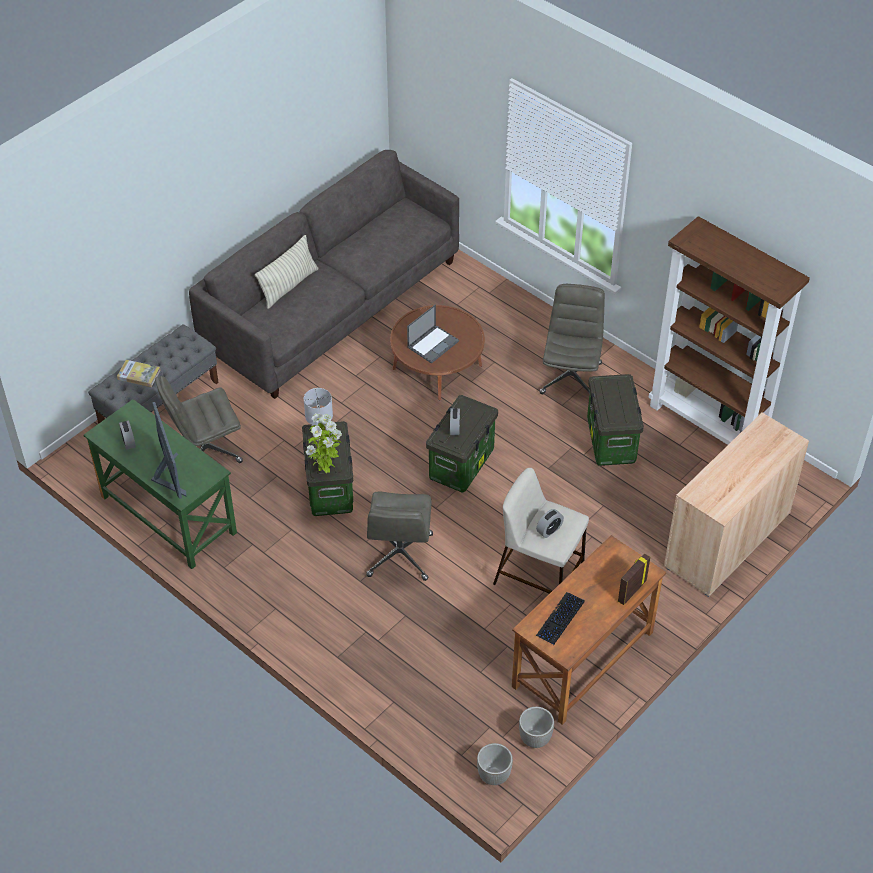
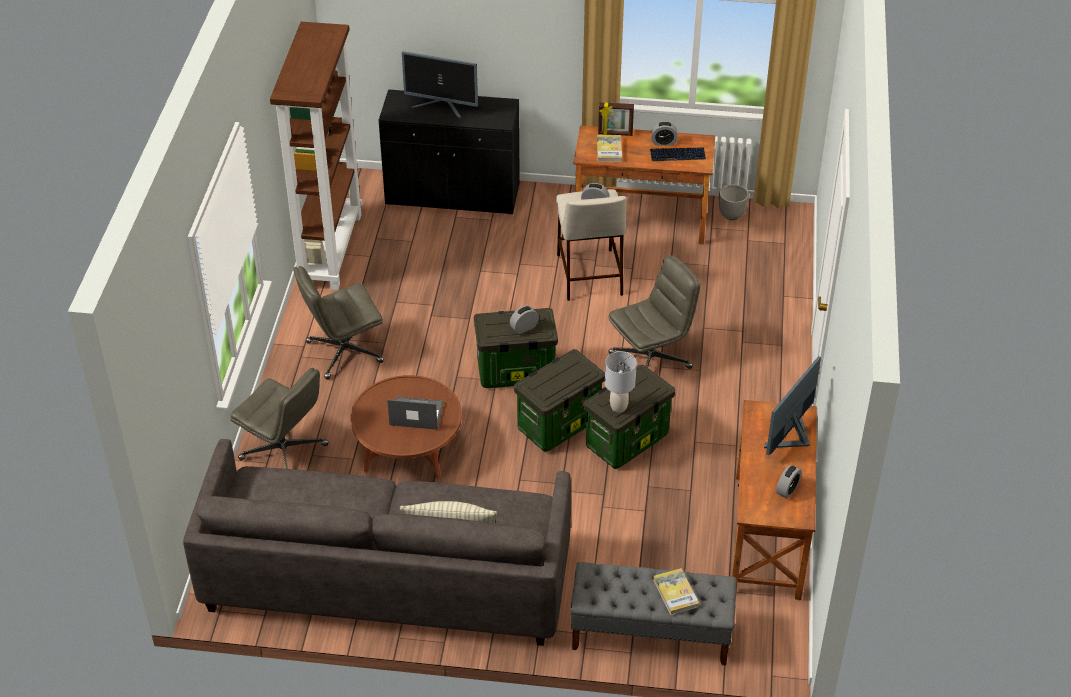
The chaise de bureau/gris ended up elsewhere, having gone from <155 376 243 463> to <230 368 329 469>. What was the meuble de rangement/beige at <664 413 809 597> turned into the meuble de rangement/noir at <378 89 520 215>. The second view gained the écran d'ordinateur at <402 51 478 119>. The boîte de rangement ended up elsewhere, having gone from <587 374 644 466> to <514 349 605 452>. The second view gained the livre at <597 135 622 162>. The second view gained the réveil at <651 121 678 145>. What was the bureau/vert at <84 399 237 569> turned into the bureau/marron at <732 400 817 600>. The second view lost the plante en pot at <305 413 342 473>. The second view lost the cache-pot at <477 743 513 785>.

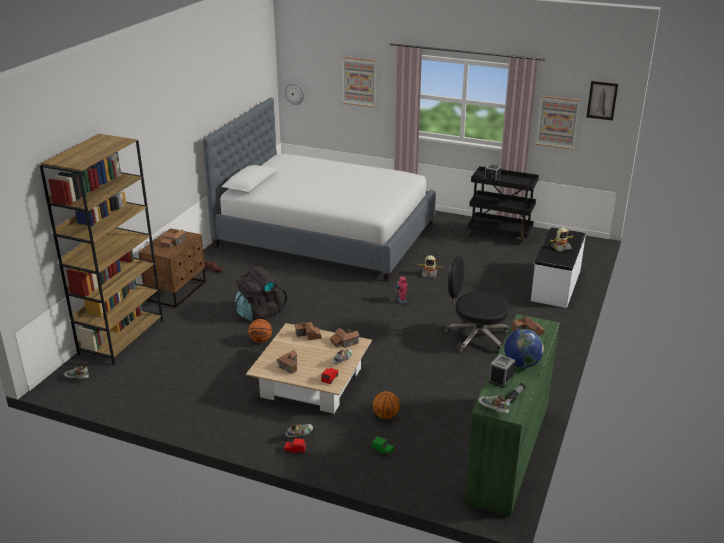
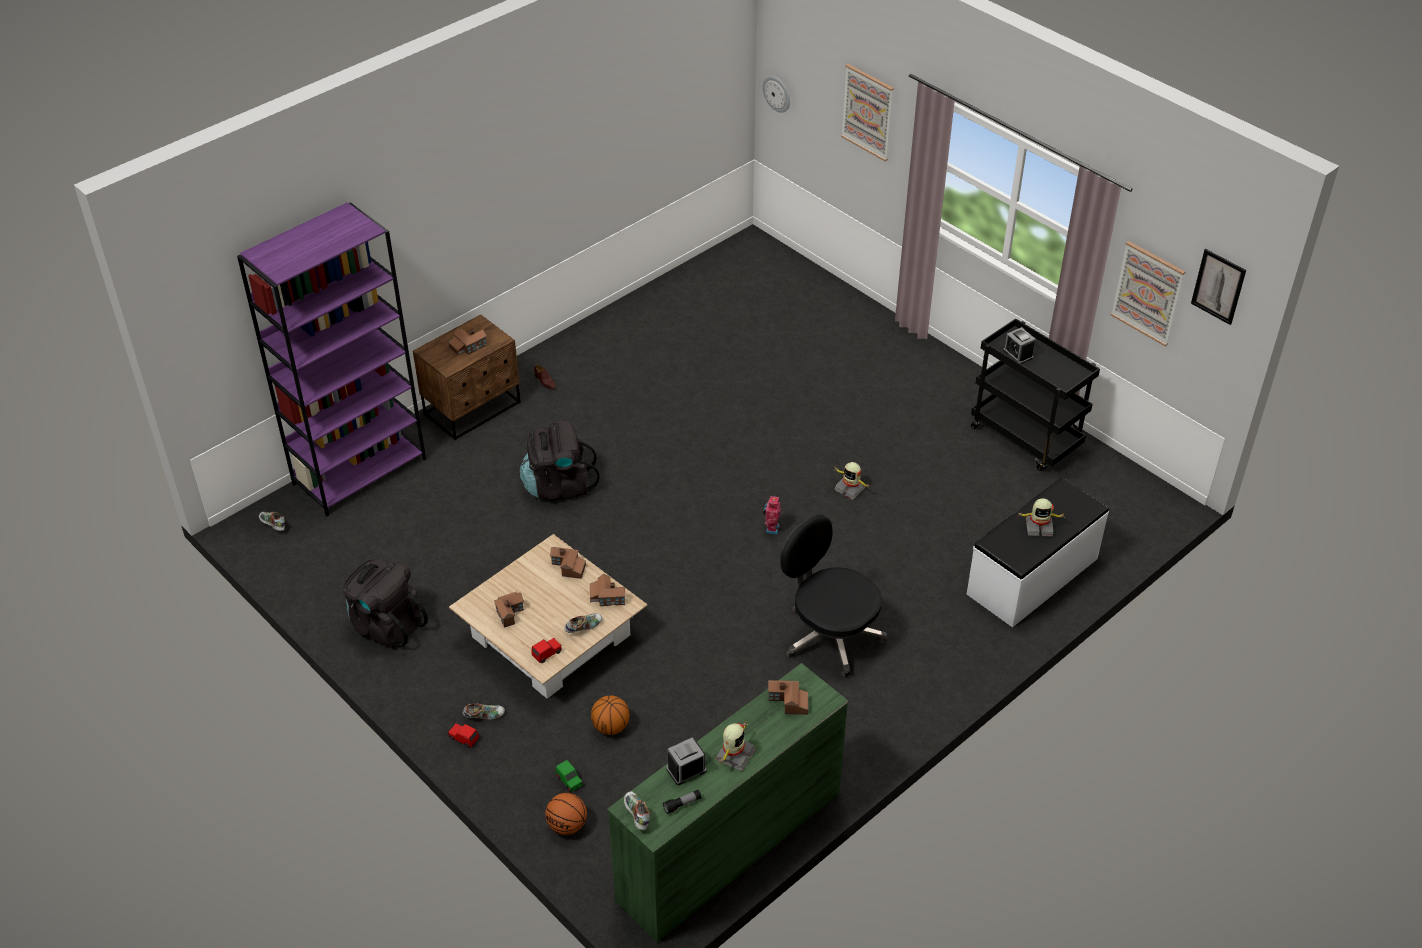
What was the bibliothèque/marron at <39 134 163 365> turned into the bibliothèque/violet at <237 202 426 517>. The second view gained the sac à dos/noir at <343 559 428 649>. The ballon de basket ended up elsewhere, having gone from <248 319 272 343> to <545 793 587 835>. Where the globe stood at <504 329 544 368>, the robot jouet came to stand at <716 720 756 771>. The second view lost the lit at <202 97 436 282>.

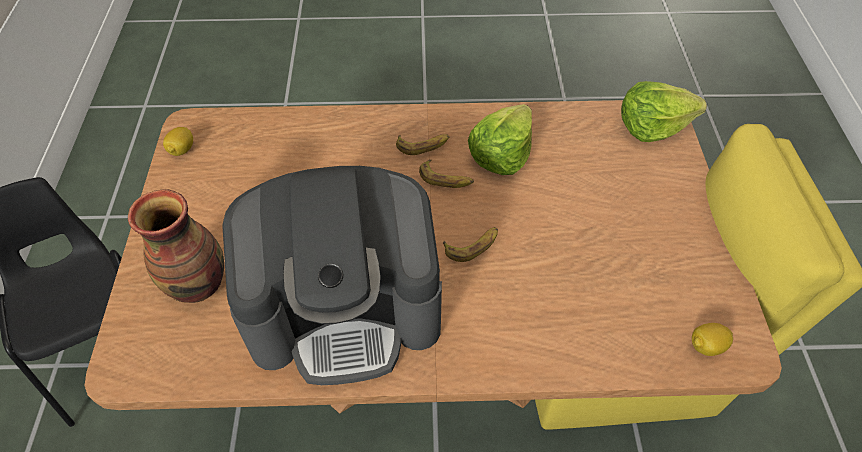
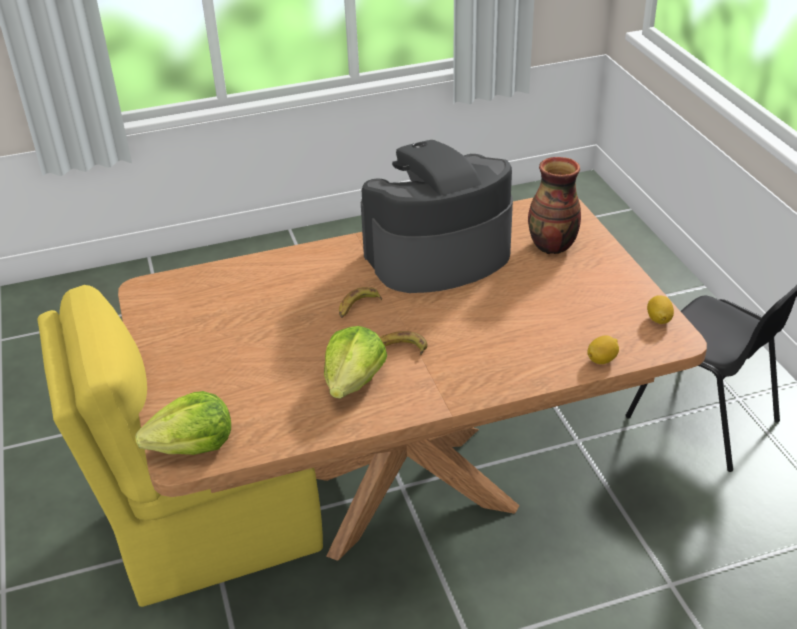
The citron ended up elsewhere, having gone from <692 323 733 356> to <587 335 619 364>. The second view lost the banane at <396 134 450 155>.

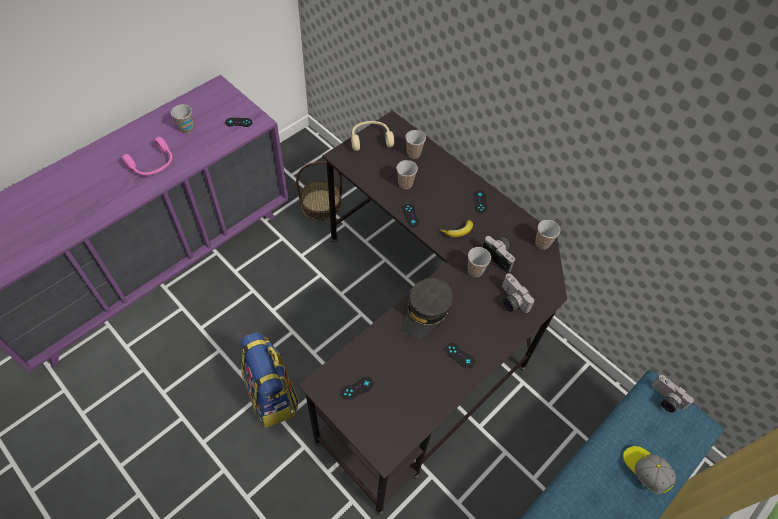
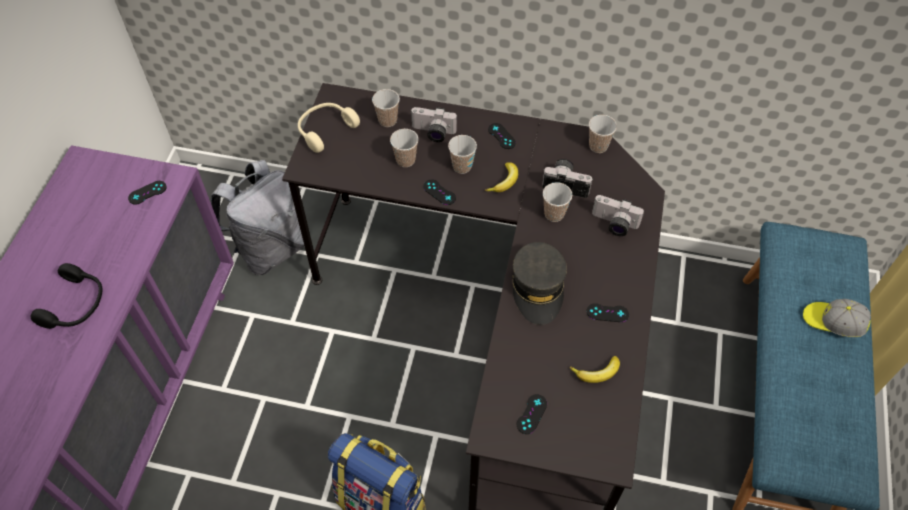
What was the casque audio/rose at <122 137 173 176> turned into the casque audio/noir at <31 263 102 329>. Where the panier stood at <296 161 342 221>, the sac à dos/gris came to stand at <211 160 304 275>. The appareil photo ended up elsewhere, having gone from <652 375 694 412> to <410 107 457 142>. The tasse ended up elsewhere, having gone from <171 104 194 134> to <448 135 477 174>. The second view gained the banane at <570 356 620 383>.

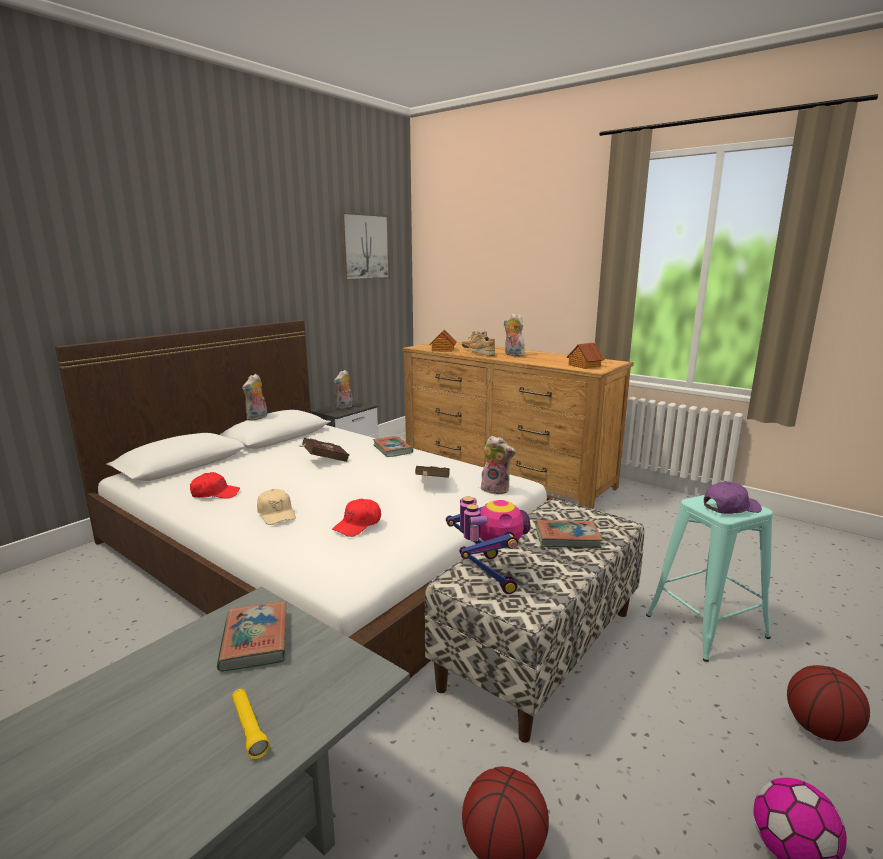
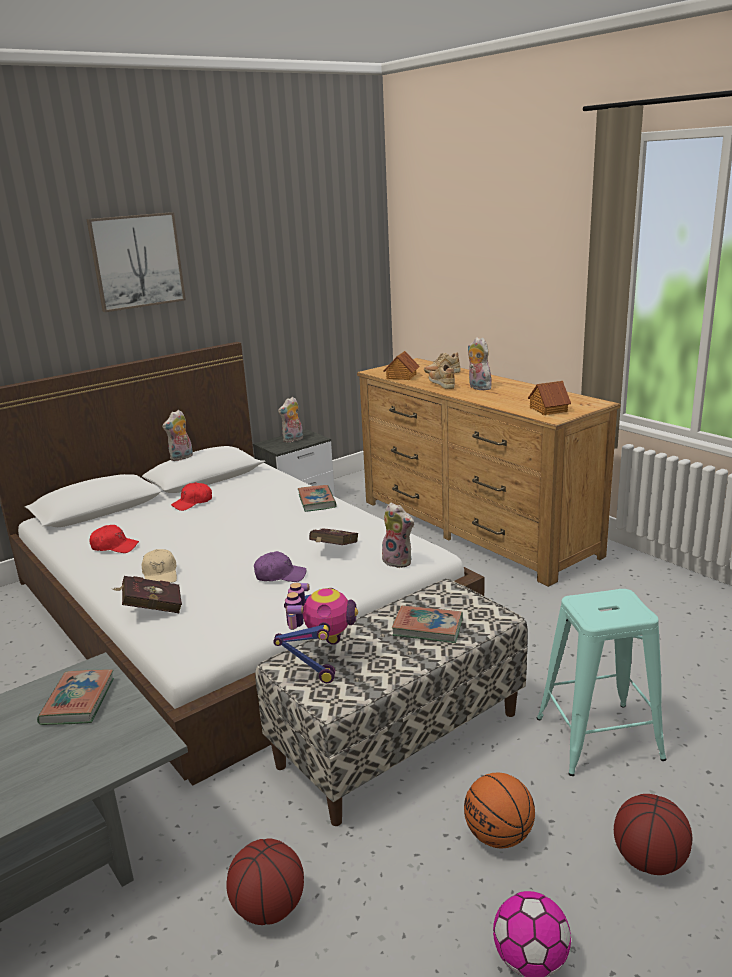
The tableau ended up elsewhere, having gone from <340 212 390 280> to <87 212 186 312>. The livre/rouge ended up elsewhere, having gone from <299 438 349 462> to <114 576 182 613>. The casquette/rouge ended up elsewhere, having gone from <332 499 381 537> to <171 482 212 511>. The casquette/violet ended up elsewhere, having gone from <704 481 762 514> to <254 551 306 582>. The second view gained the ballon de basket at <464 773 535 848>. The second view lost the lampe de poche/jaune at <232 689 270 759>.

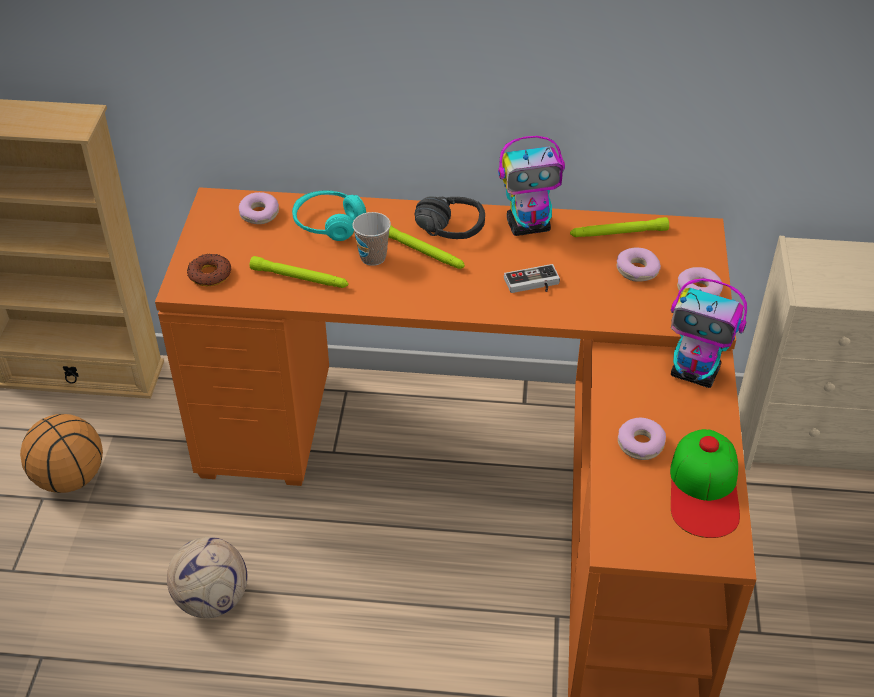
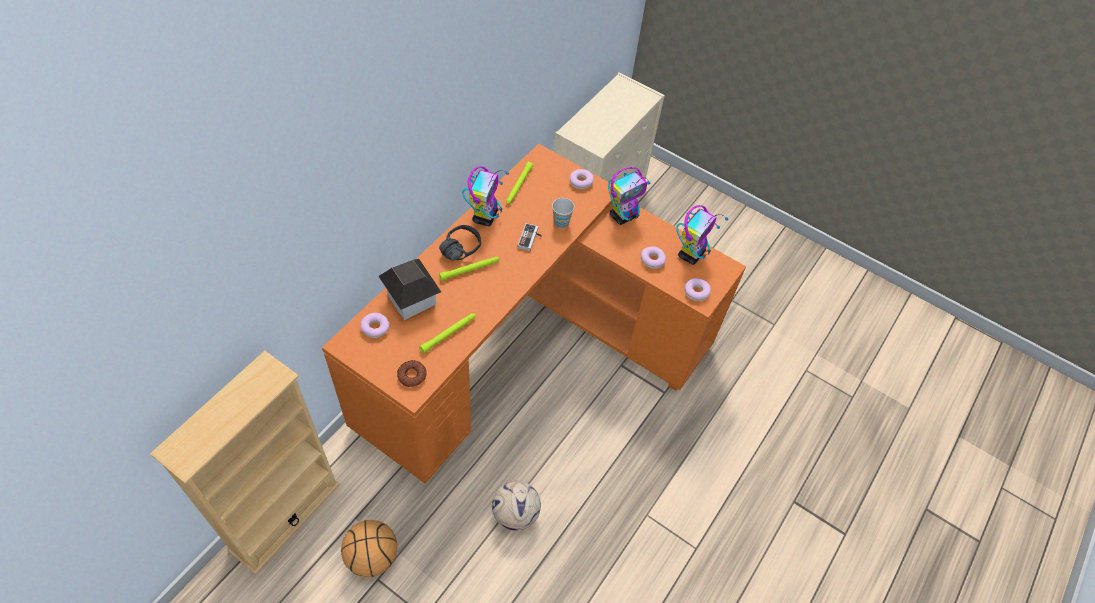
Where the casque audio/turquoise stood at <292 191 366 241>, the maison miniature came to stand at <378 259 441 320>. The tasse ended up elsewhere, having gone from <352 212 391 266> to <552 198 574 229>. Where the casquette stood at <670 429 740 538>, the robot jouet came to stand at <676 205 728 265>. The beignet ended up elsewhere, having gone from <617 247 661 282> to <685 278 711 301>.

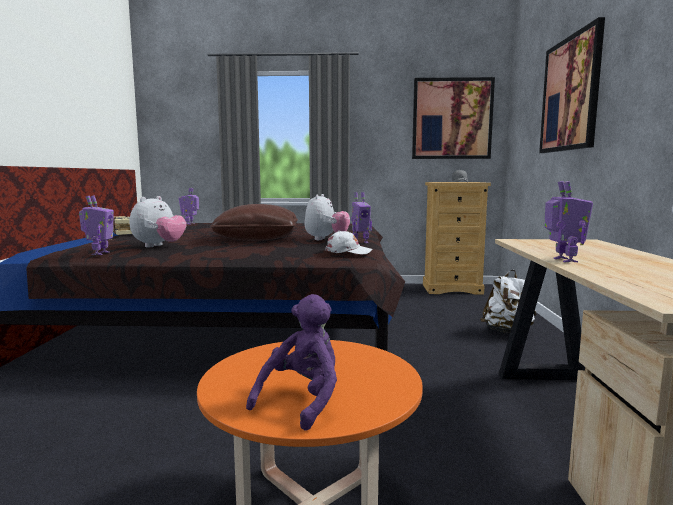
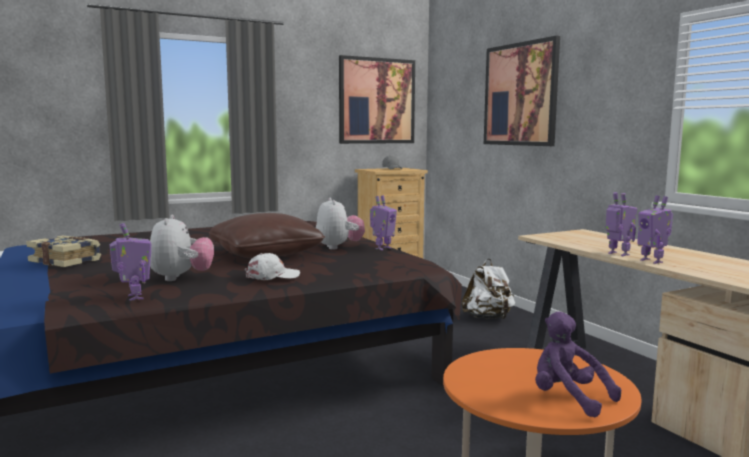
The casquette/blanc ended up elsewhere, having gone from <326 231 372 254> to <245 253 300 280>. The peluche/violet at <246 294 337 431> ended up facing another way, 45 degrees counterclockwise from before. The robot jouet ended up elsewhere, having gone from <179 188 199 225> to <638 195 673 264>.

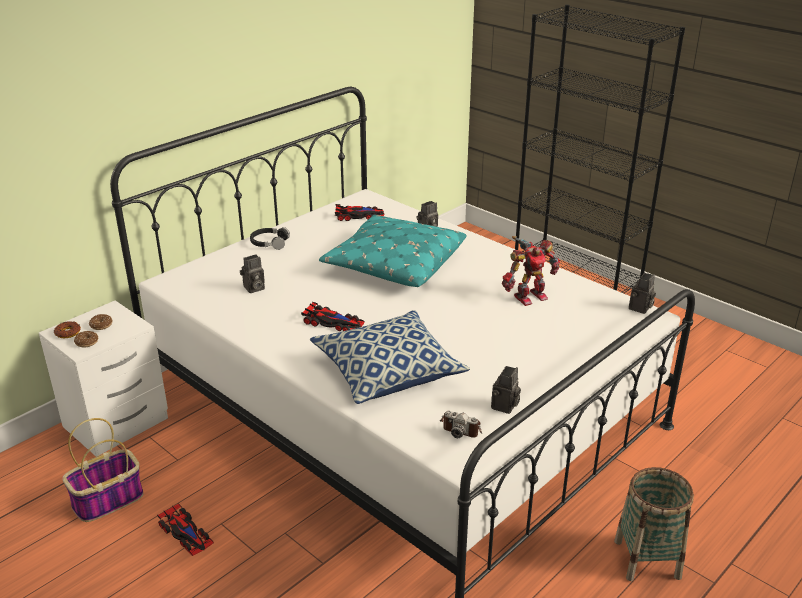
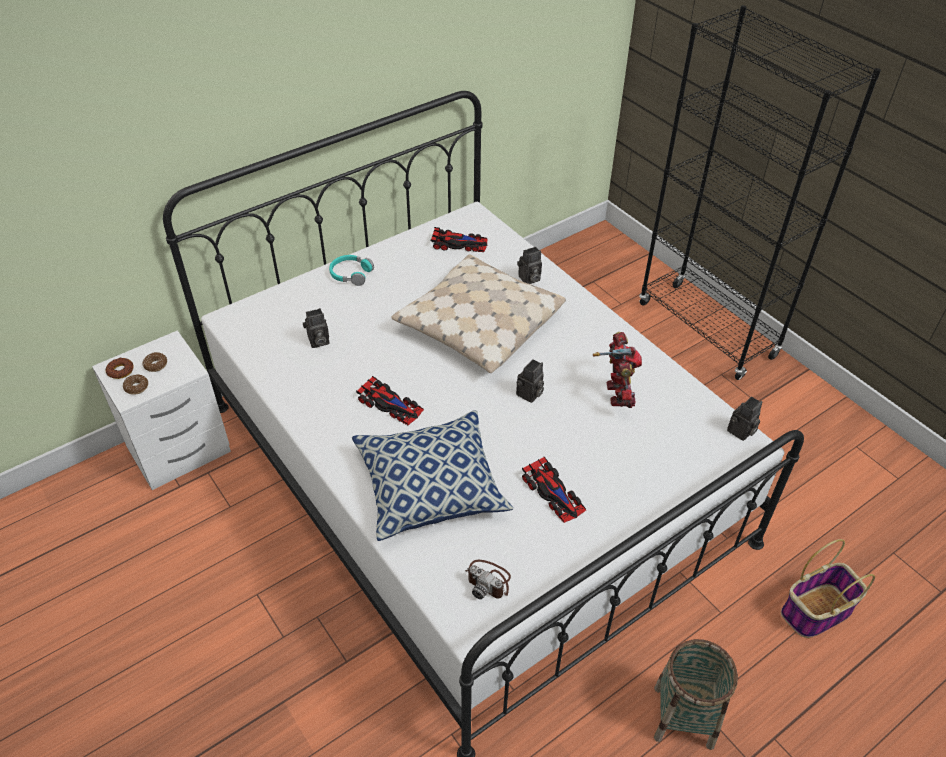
What was the casque audio/noir at <250 227 290 250> turned into the casque audio/turquoise at <329 255 374 286>. What was the coussin/turquoise at <319 215 467 287> turned into the coussin/beige at <391 254 566 373>. The appareil photo ended up elsewhere, having gone from <491 366 521 414> to <516 359 544 403>. The petite voiture ended up elsewhere, having gone from <157 503 214 556> to <522 457 586 523>. The robot jouet at <502 236 560 306> ended up facing another way, 75 degrees counterclockwise from before. The panier ended up elsewhere, having gone from <62 418 143 522> to <781 539 875 638>.

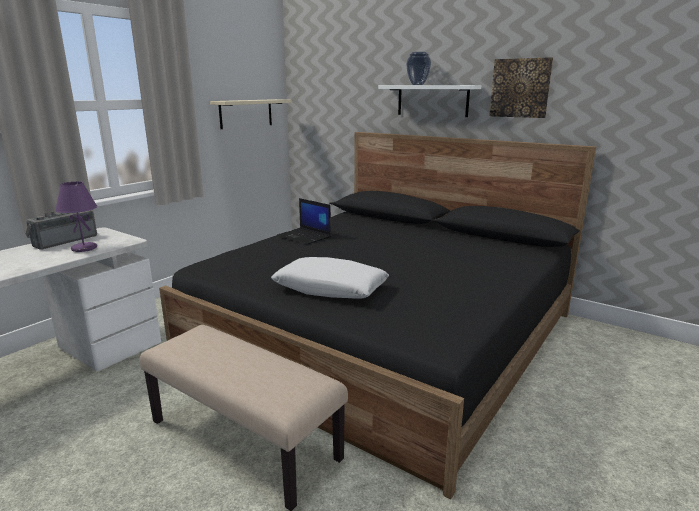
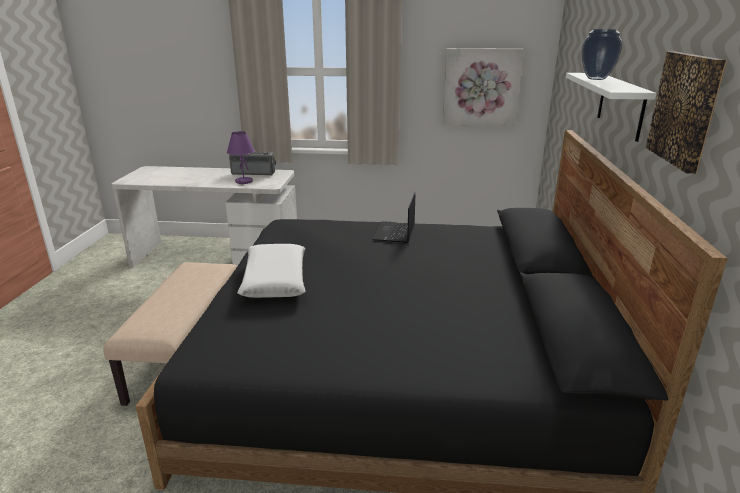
Where the étagère/beige hung at <210 99 291 129>, the tableau came to hang at <442 48 524 126>.

